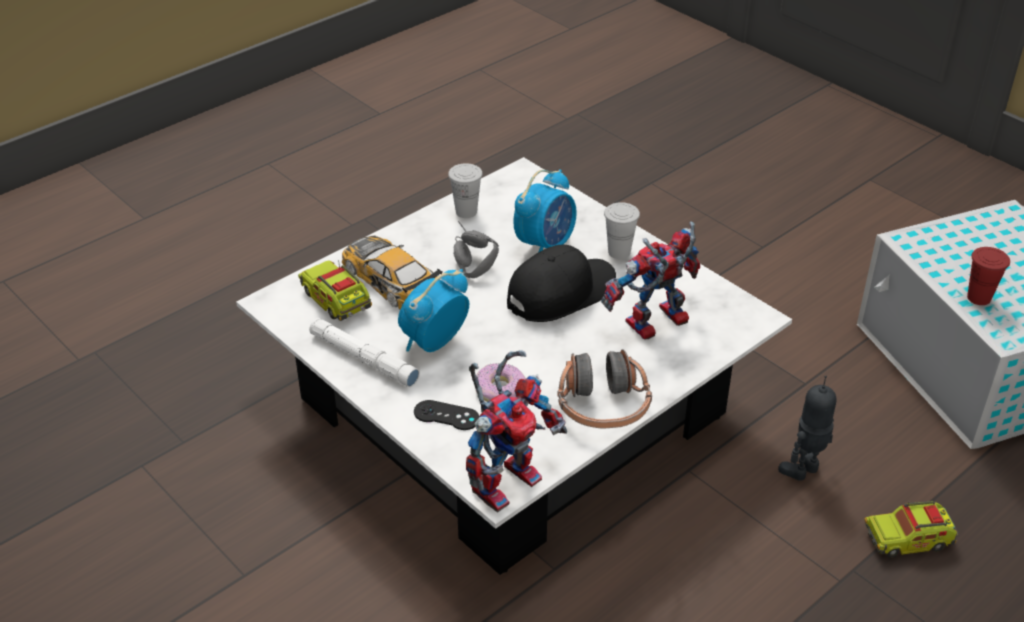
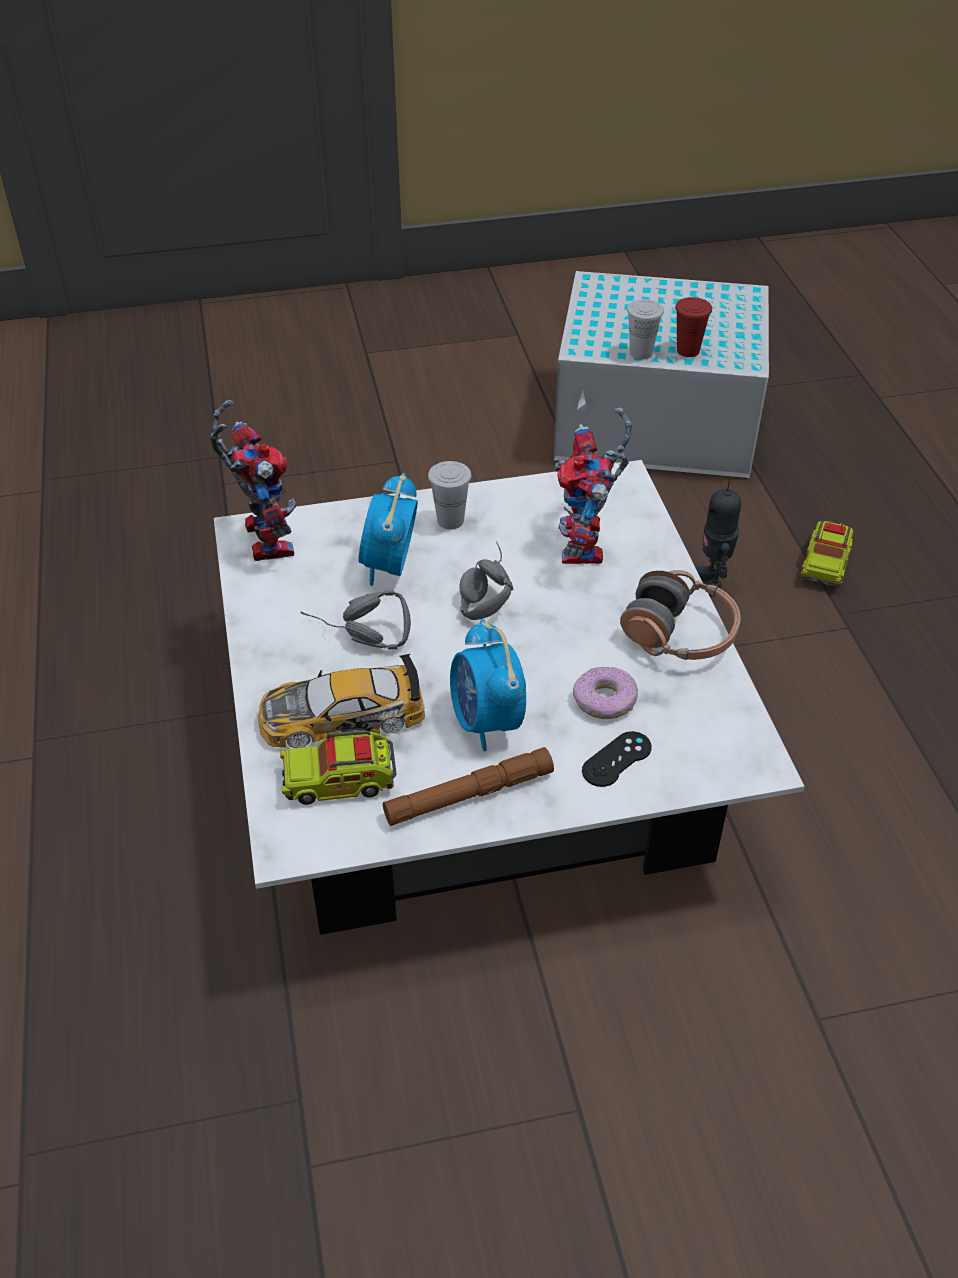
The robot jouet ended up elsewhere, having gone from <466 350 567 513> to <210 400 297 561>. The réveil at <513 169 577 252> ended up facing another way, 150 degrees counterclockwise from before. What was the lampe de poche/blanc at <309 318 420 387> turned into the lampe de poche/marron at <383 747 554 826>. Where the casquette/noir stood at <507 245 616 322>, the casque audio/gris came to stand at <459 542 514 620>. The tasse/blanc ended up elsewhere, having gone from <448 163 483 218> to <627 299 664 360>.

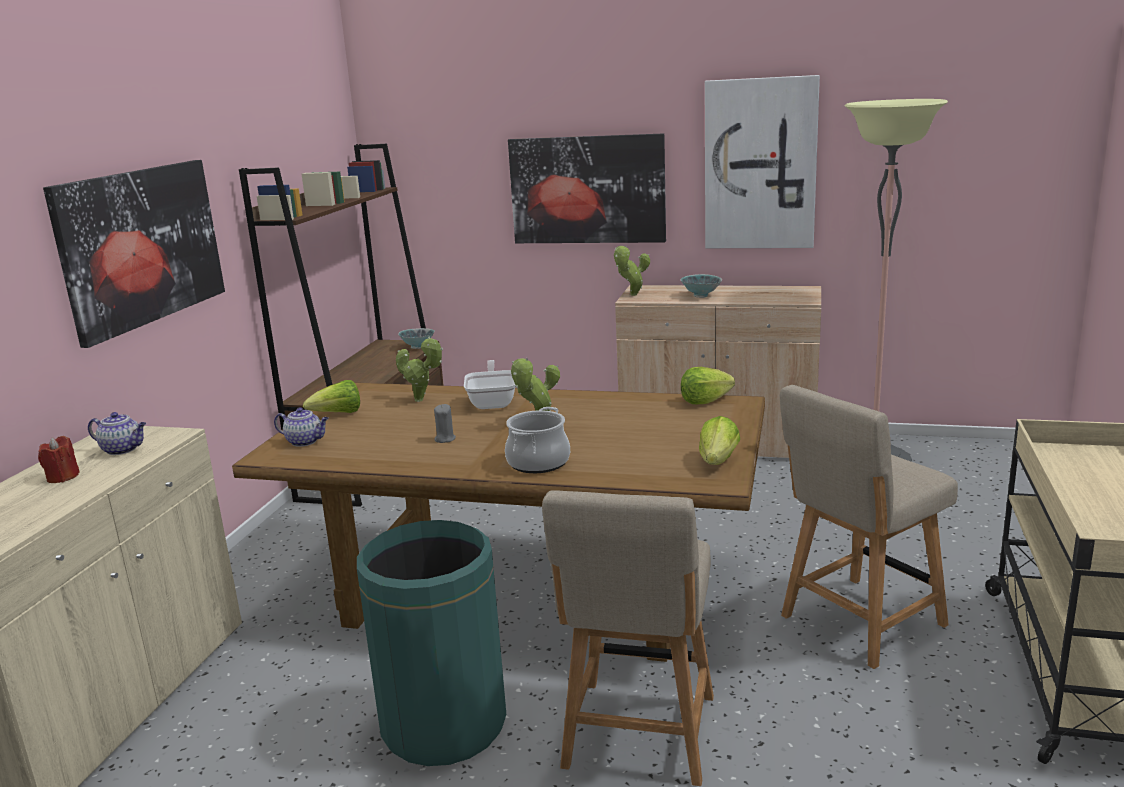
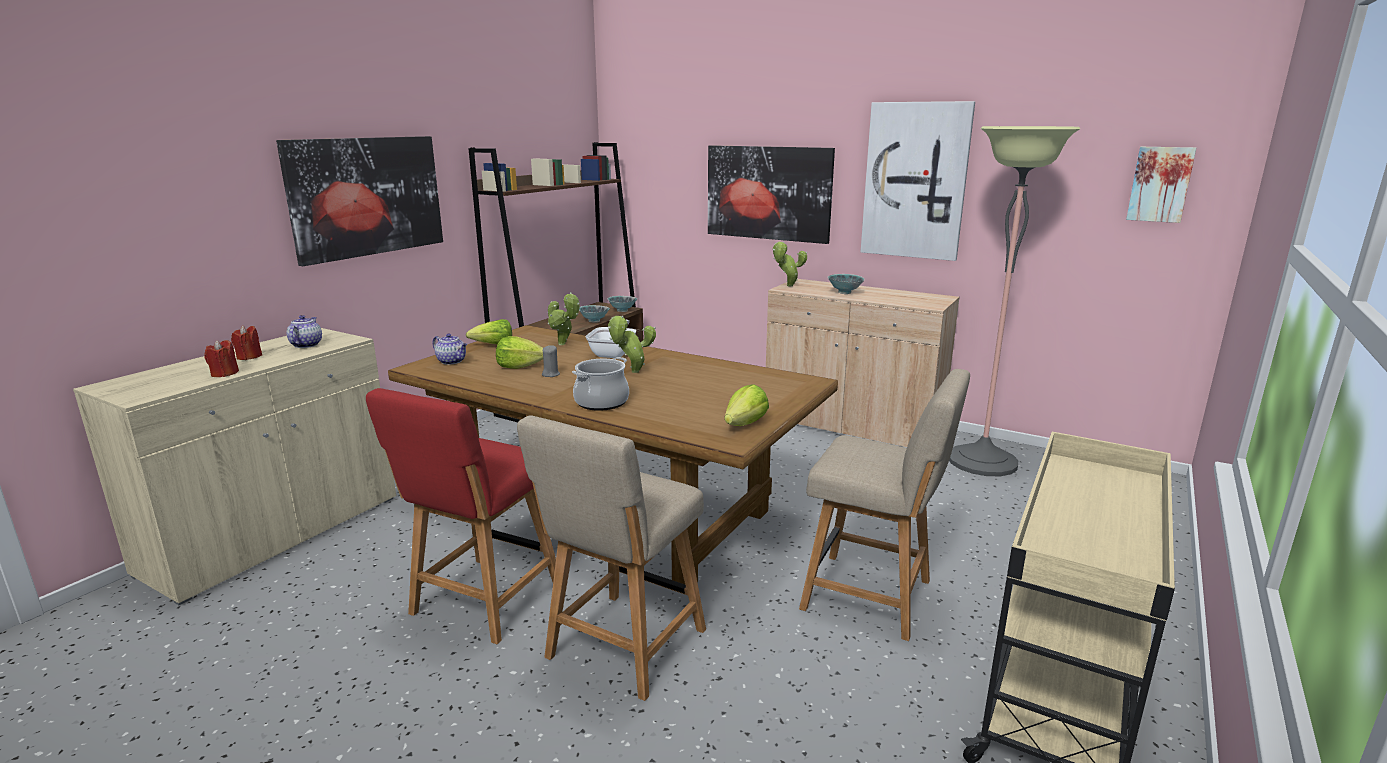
The second view gained the bougie/rouge at <204 340 239 377>. The théière at <88 412 146 455> ended up facing another way, 120 degrees counterclockwise from before. Where the poubelle/vert stood at <357 520 506 766>, the chaise/rouge came to stand at <366 388 556 644>. The laitue ended up elsewhere, having gone from <681 367 735 404> to <496 336 543 369>. The second view gained the bol at <579 305 610 323>. The chaise/beige at <780 385 958 669> ended up facing another way, 135 degrees counterclockwise from before. The second view gained the tableau at <1126 147 1196 223>.

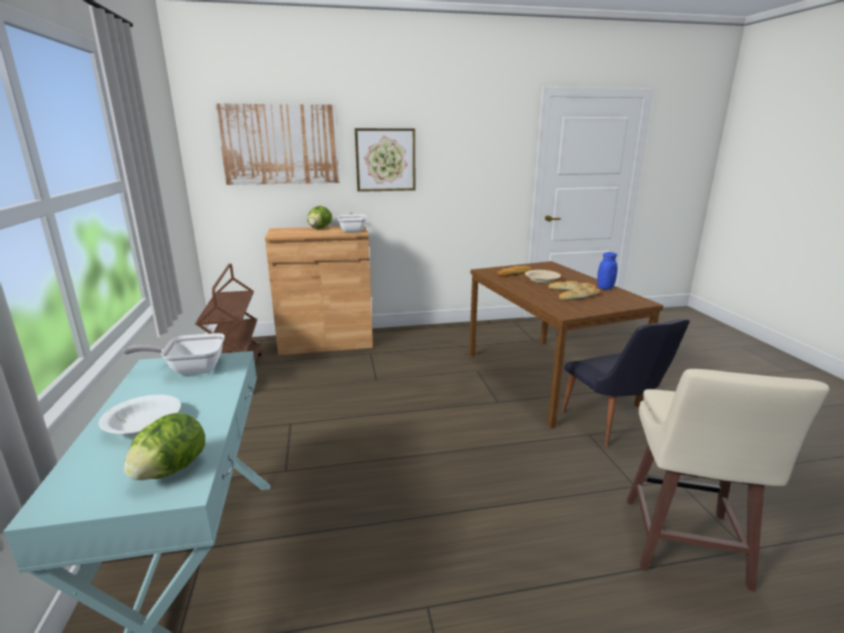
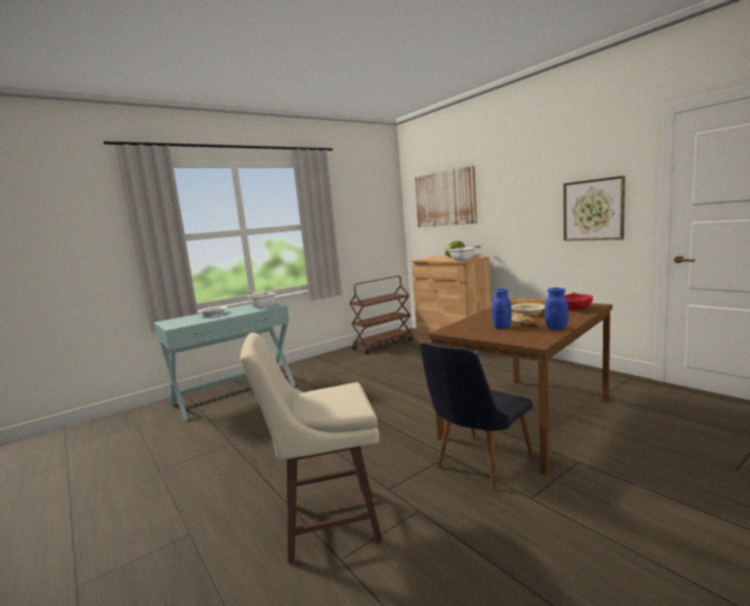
Where the pain stood at <559 287 601 300>, the bocal/bleu came to stand at <492 288 512 329>. The tableau ended up elsewhere, having gone from <355 128 415 192> to <563 176 625 241>. The second view gained the bol/rouge at <564 293 593 310>. The second view lost the laitue at <124 413 205 480>.

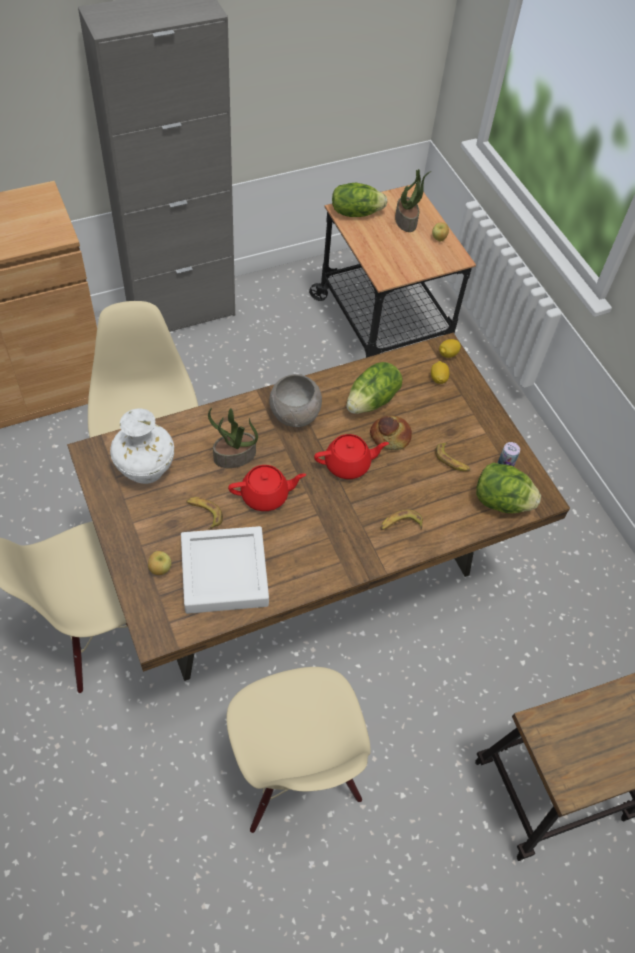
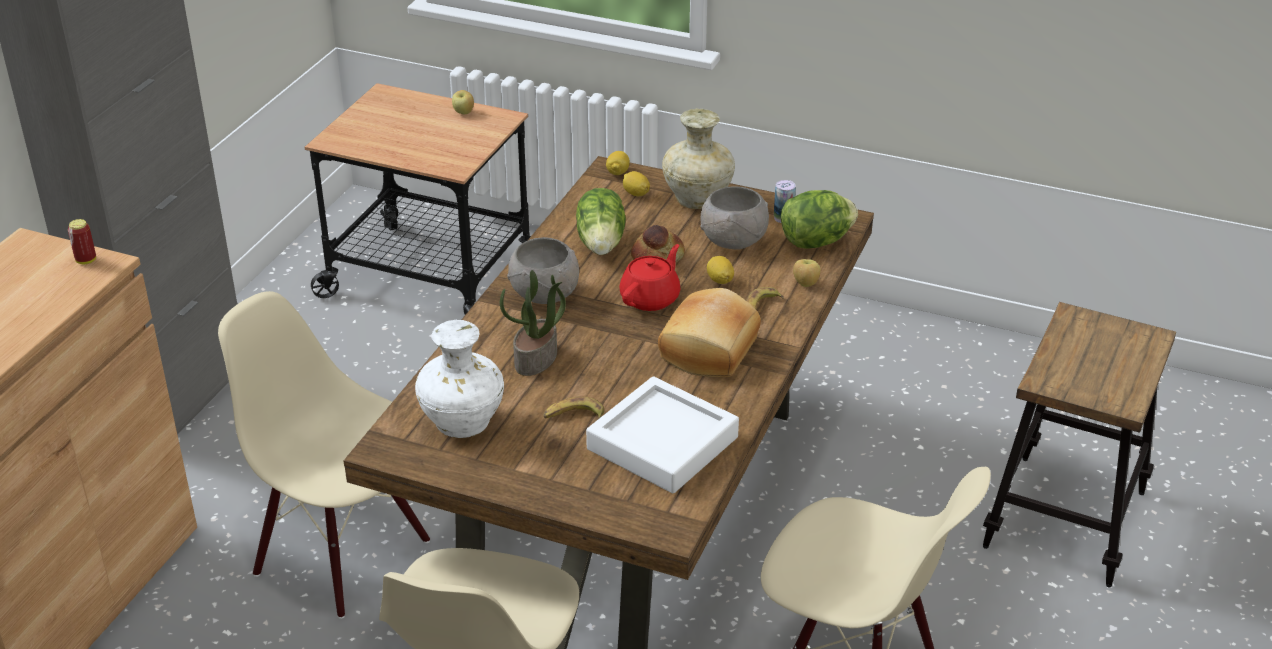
The second view gained the boîte métallique at <68 219 96 264>. The second view gained the pain at <658 288 761 377>. The second view gained the vase/beige at <662 108 735 209>. Where the banane stood at <435 442 470 471>, the bol/gris came to stand at <700 186 769 250>. The second view gained the citron at <707 256 734 284>. The pomme ended up elsewhere, having gone from <148 551 171 575> to <793 259 820 287>. The second view lost the théière/rouge at <228 465 306 511>. The second view lost the laitue at <332 183 387 217>. The second view lost the plante en pot at <395 169 431 232>.

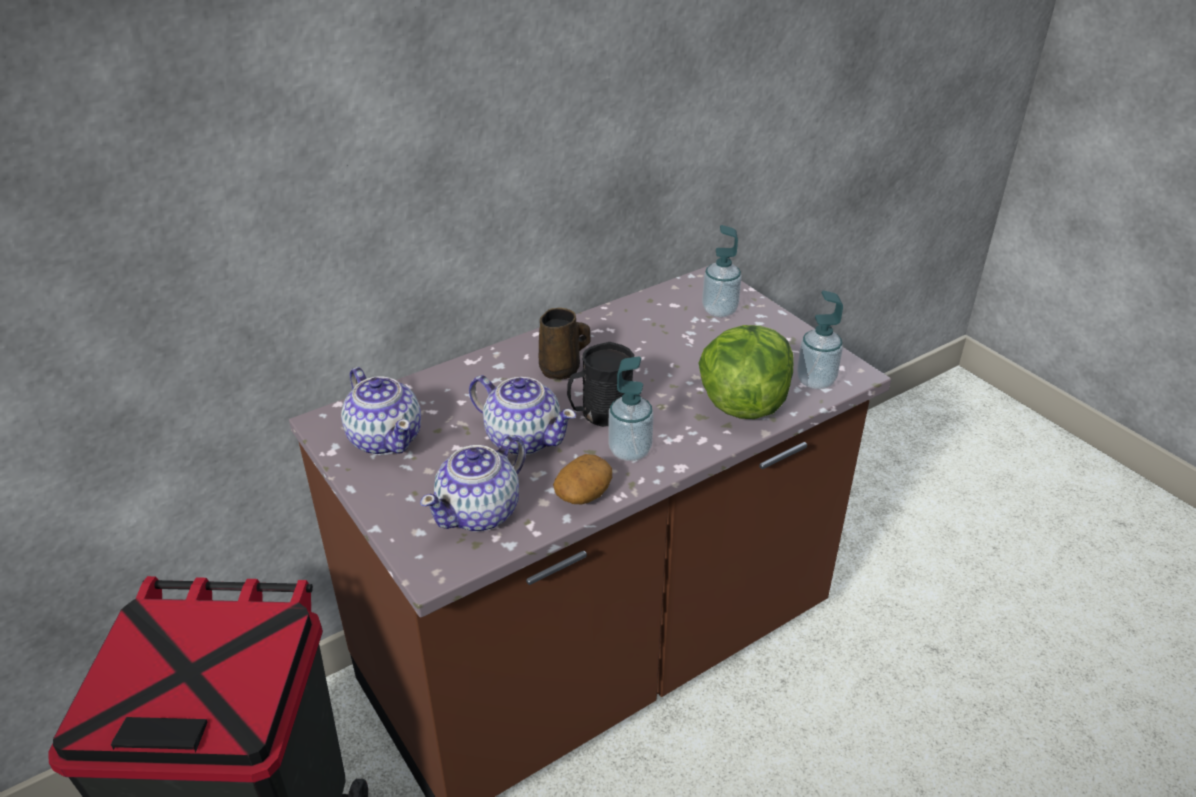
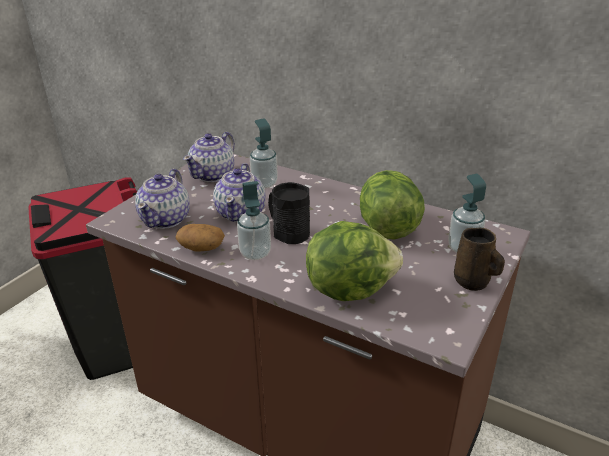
The théière at <420 435 526 532> ended up facing another way, 90 degrees counterclockwise from before. The distributeur de savon ended up elsewhere, having gone from <797 290 843 389> to <250 119 278 188>. The second view gained the laitue at <360 170 425 240>. The mug/marron ended up elsewhere, having gone from <538 308 591 379> to <454 228 505 291>.

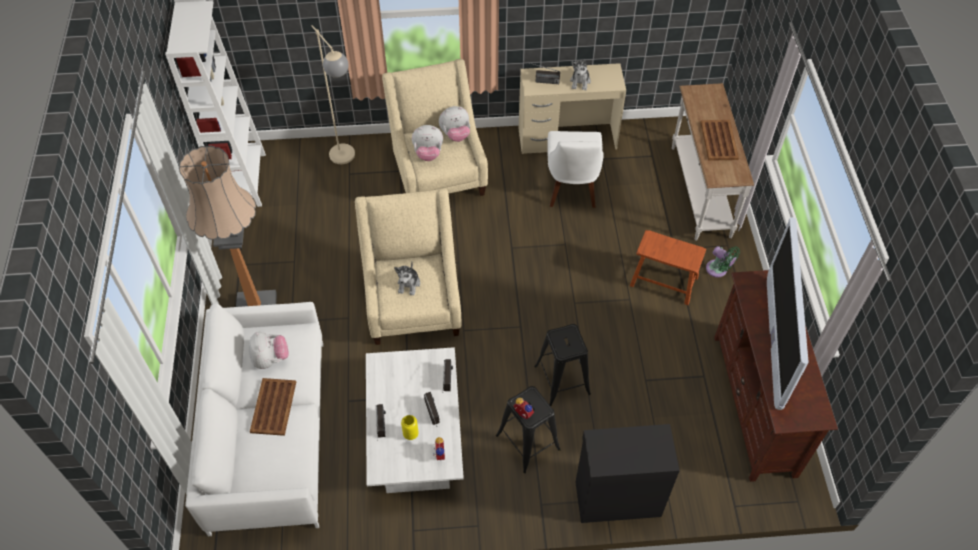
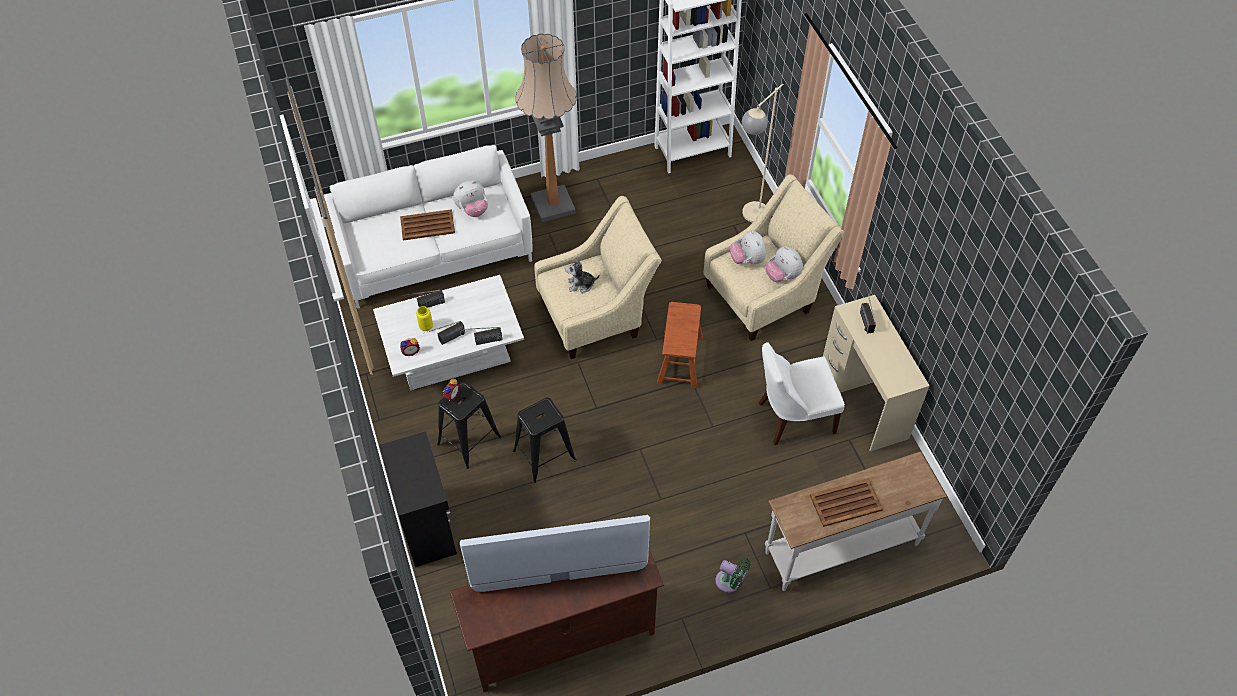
The tabouret/marron ended up elsewhere, having gone from <630 230 706 305> to <657 302 703 388>. The ventilateur/vert at <706 246 740 277> ended up facing another way, 90 degrees counterclockwise from before. The second view lost the peluche at <570 60 591 90>.

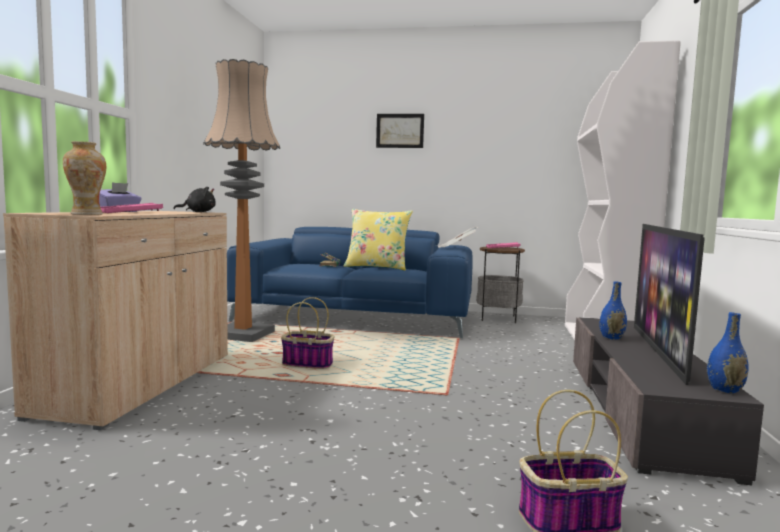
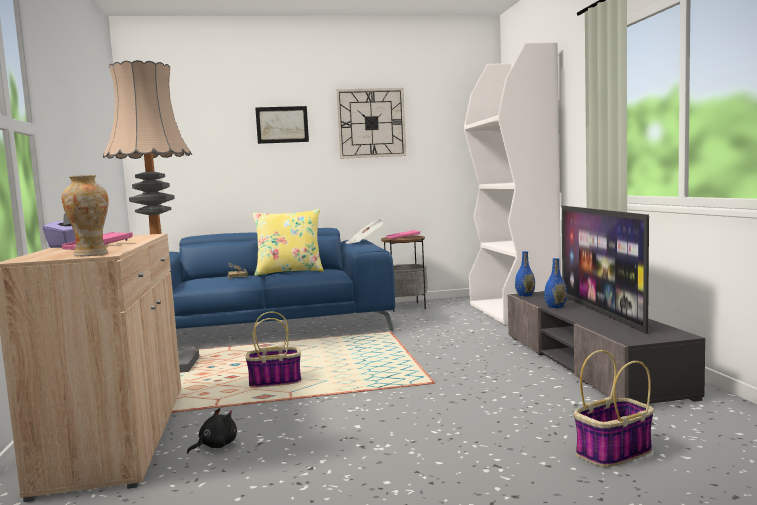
The peluche/noir ended up elsewhere, having gone from <173 187 216 212> to <187 408 237 454>. The second view gained the horloge murale at <336 88 406 159>. The vase/bleu ended up elsewhere, having gone from <707 312 749 393> to <515 251 535 297>.

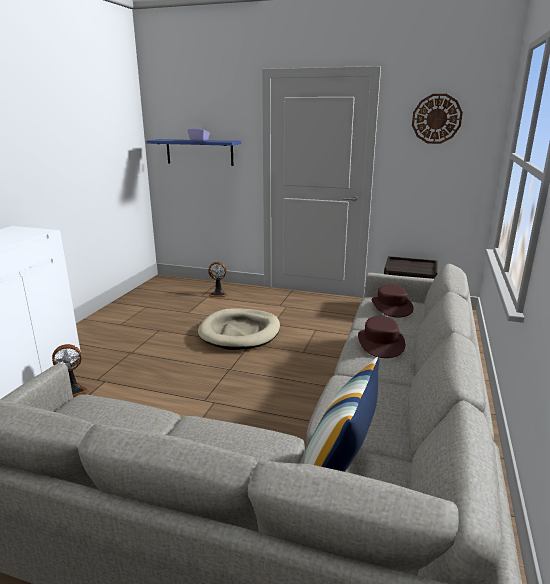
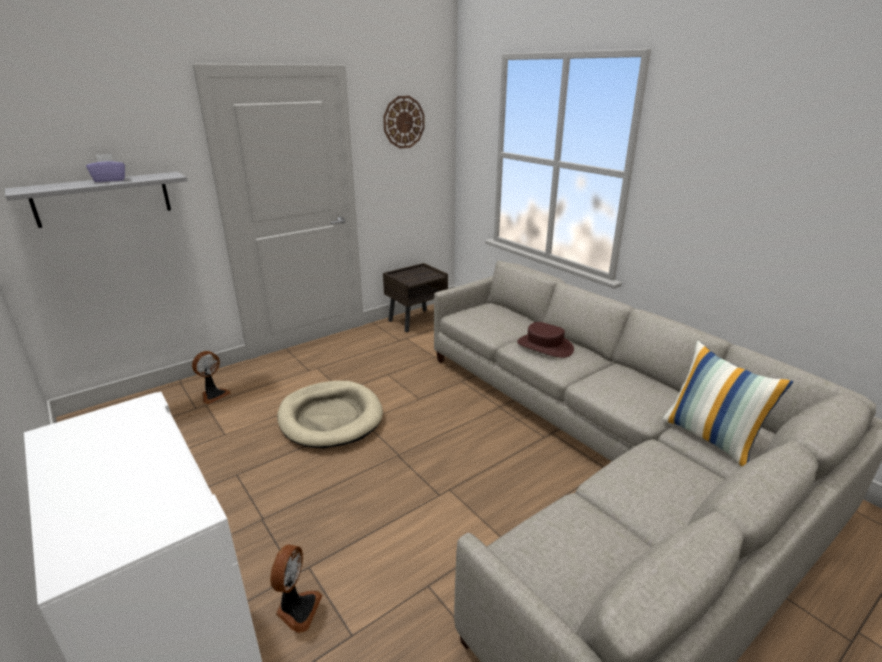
What was the étagère/bleu at <146 139 241 166> turned into the étagère/gris at <5 172 187 228>. The second view lost the chapeau/marron at <372 284 414 318>.

